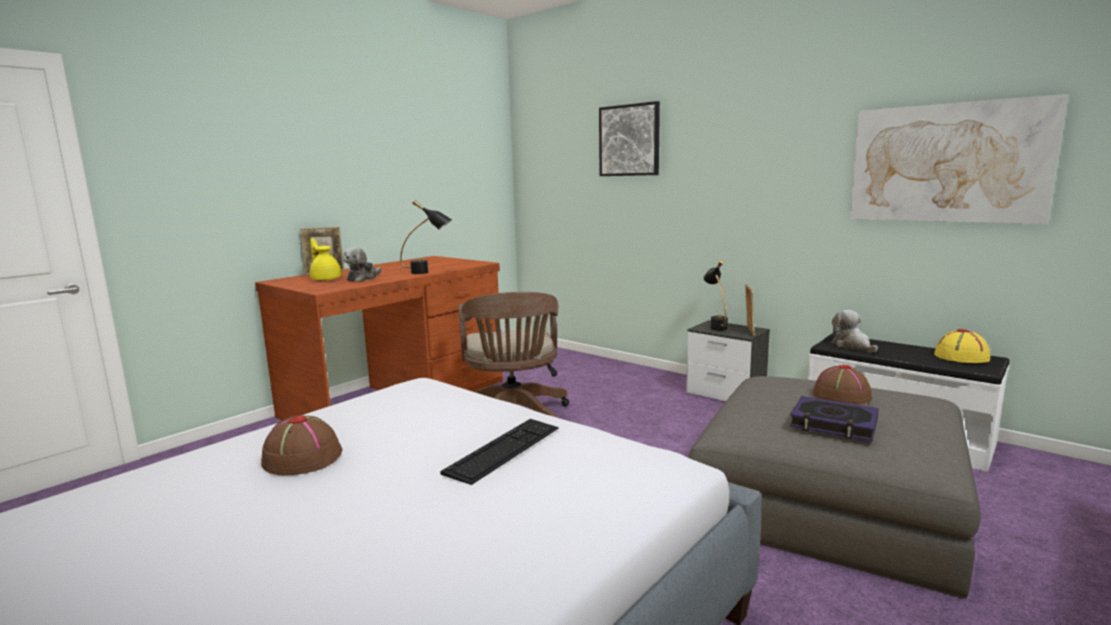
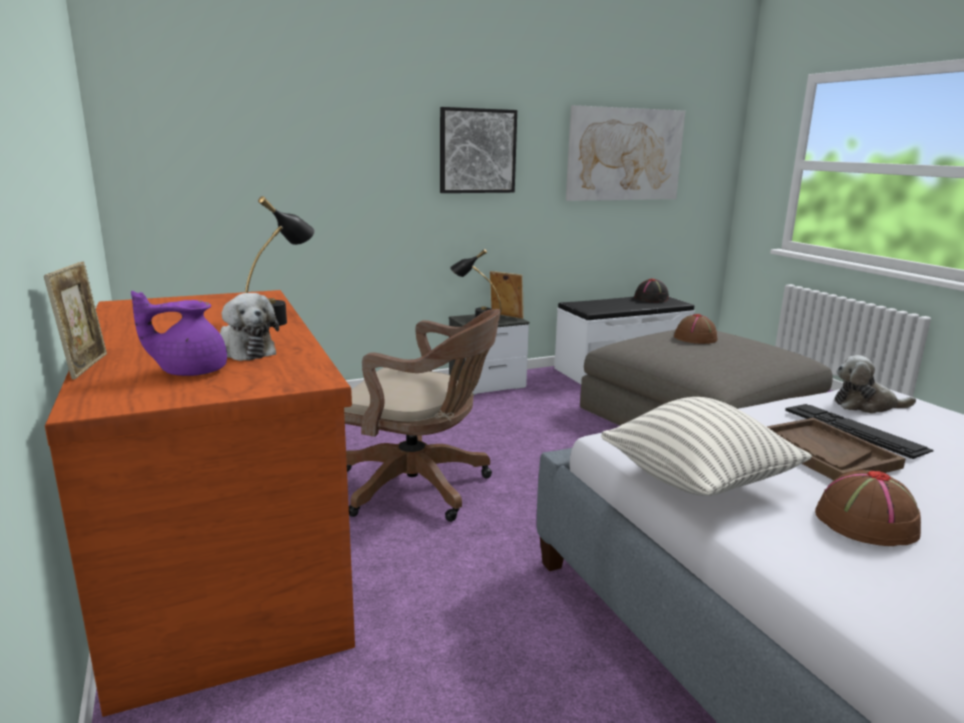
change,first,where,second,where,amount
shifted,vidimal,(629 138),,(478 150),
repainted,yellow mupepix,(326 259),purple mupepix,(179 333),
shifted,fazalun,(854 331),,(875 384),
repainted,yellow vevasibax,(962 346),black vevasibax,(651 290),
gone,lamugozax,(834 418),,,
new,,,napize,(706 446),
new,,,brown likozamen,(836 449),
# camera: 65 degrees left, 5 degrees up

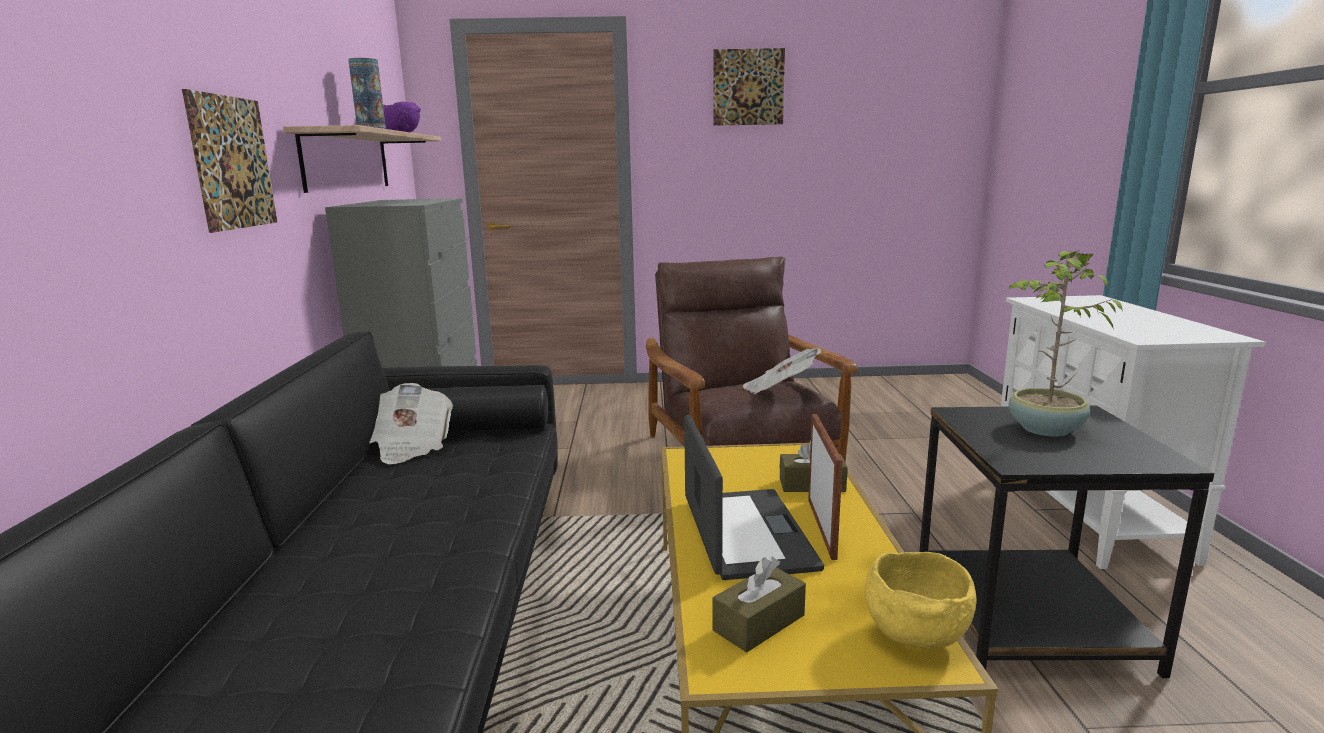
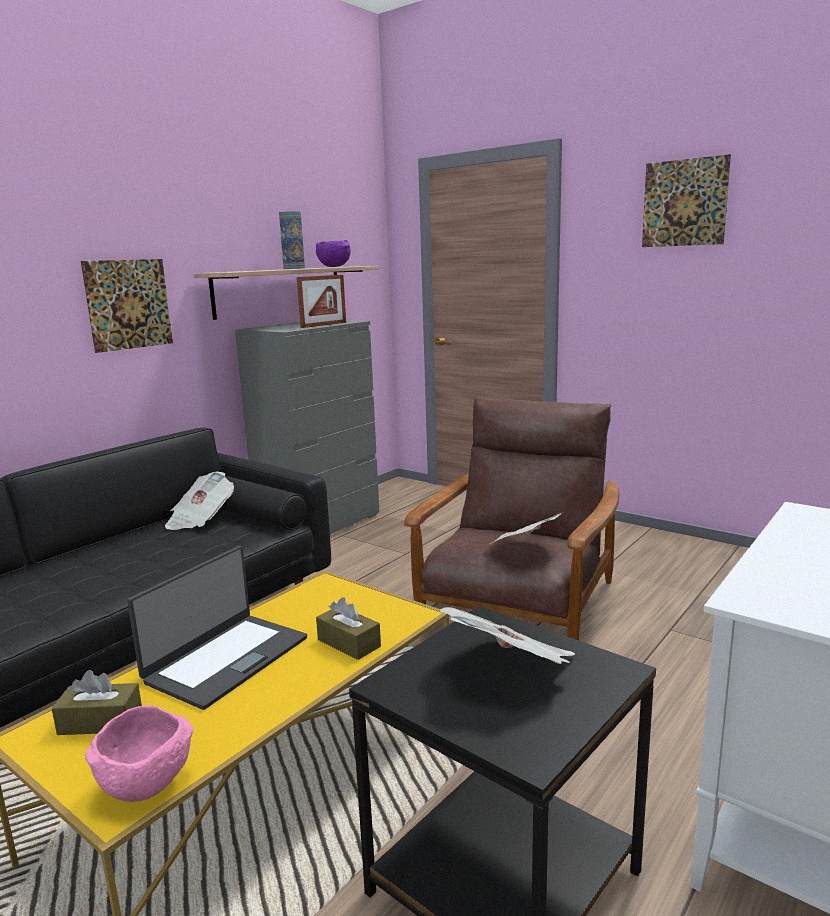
change,first,where,second,where,amount
swapped,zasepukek,(1065 343),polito,(507 635),
shifted,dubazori,(825 487),,(321 301),
repainted,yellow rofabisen,(921 600),pink rofabisen,(139 753),
# camera: 40 degrees right, 0 degrees up

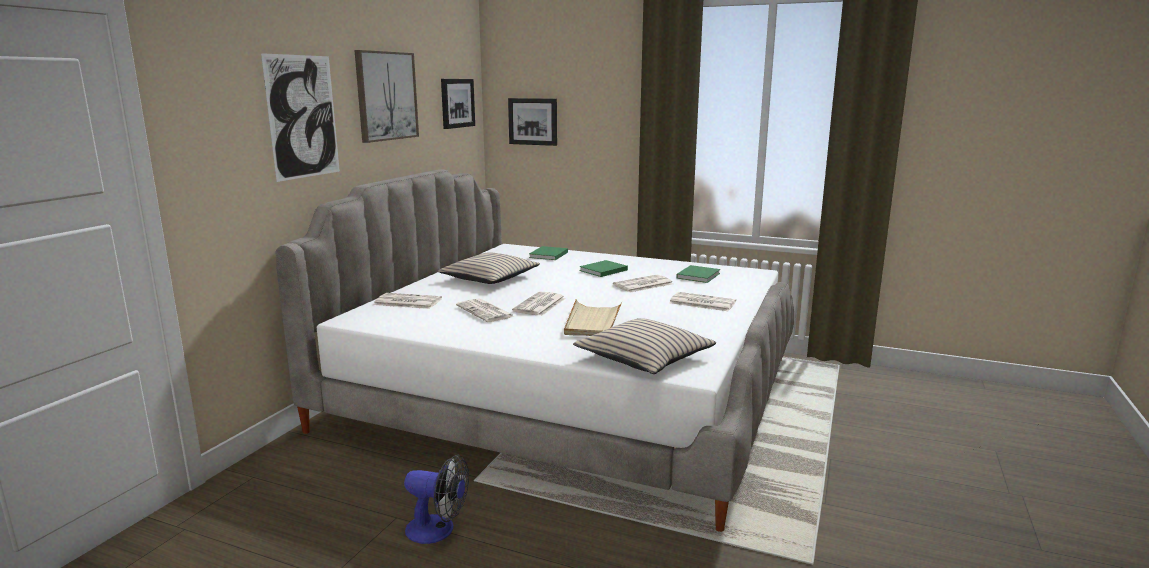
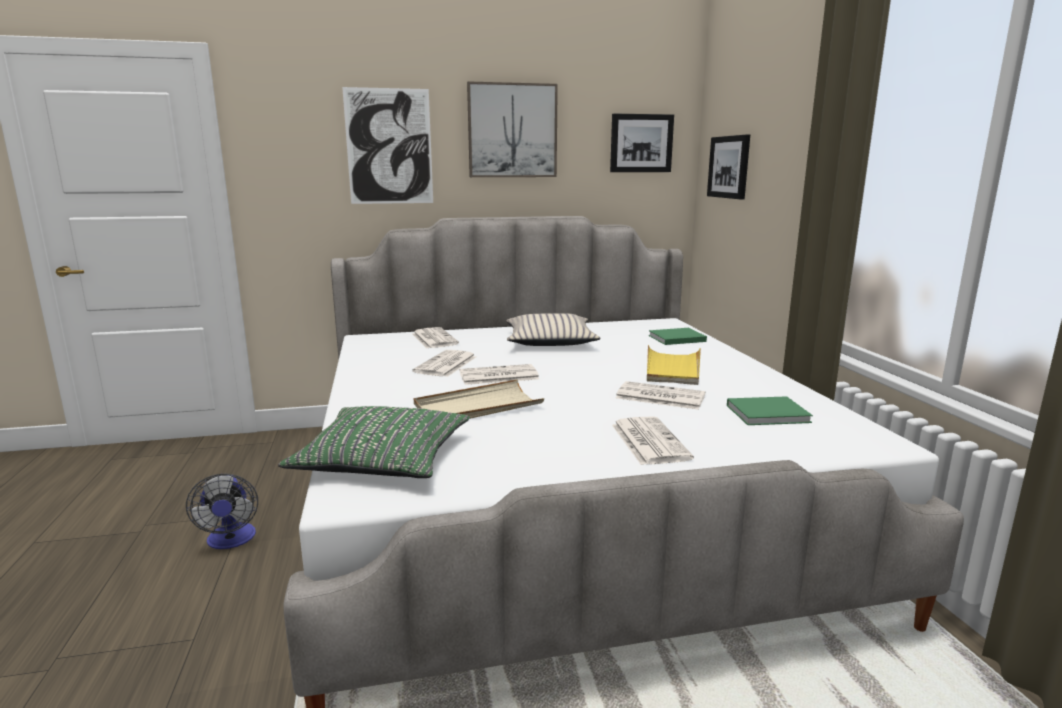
change,first,where,second,where,amount
swapped,green lamugozax,(603 268),yellow likozamen,(674 365),
repainted,beige napize,(644 346),green napize,(374 442),
# camera: 55 degrees right, 0 degrees up

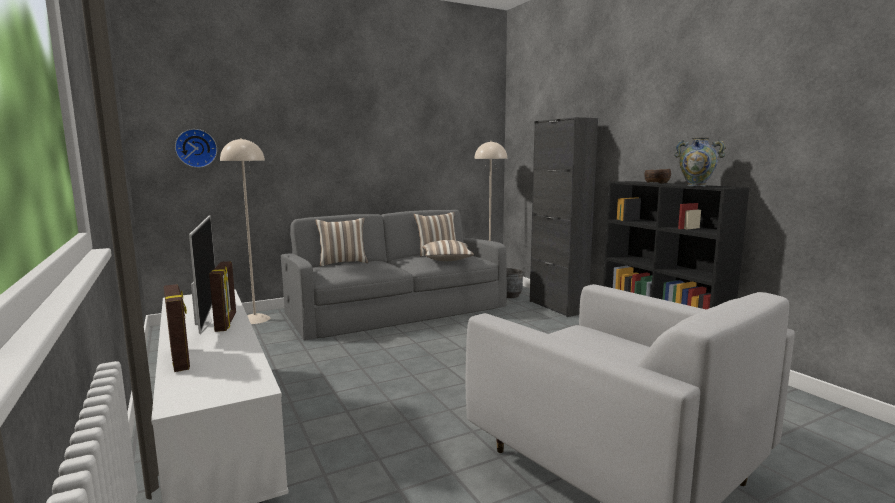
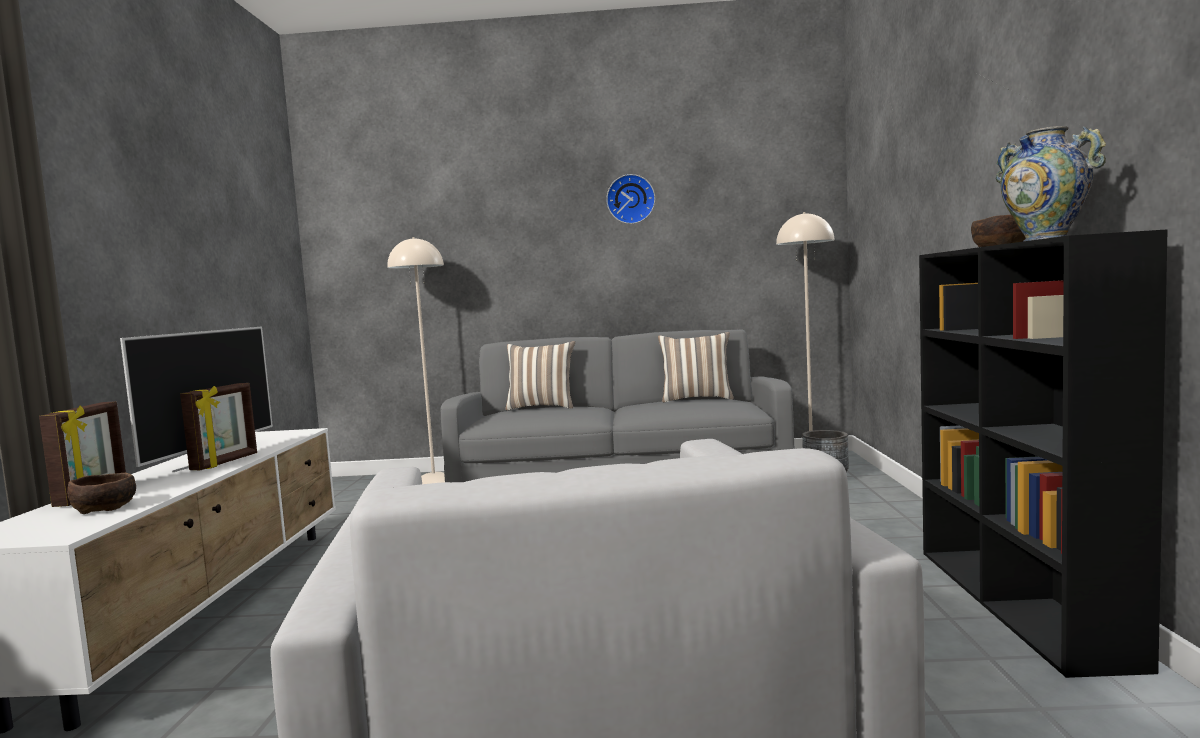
change,first,where,second,where,amount
gone,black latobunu,(564 217),,,
shifted,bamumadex,(196 148),,(630 199),
gone,napize,(448 250),,,
new,,,brown rofabisen,(101 493),
# camera: 30 degrees right, 5 degrees down

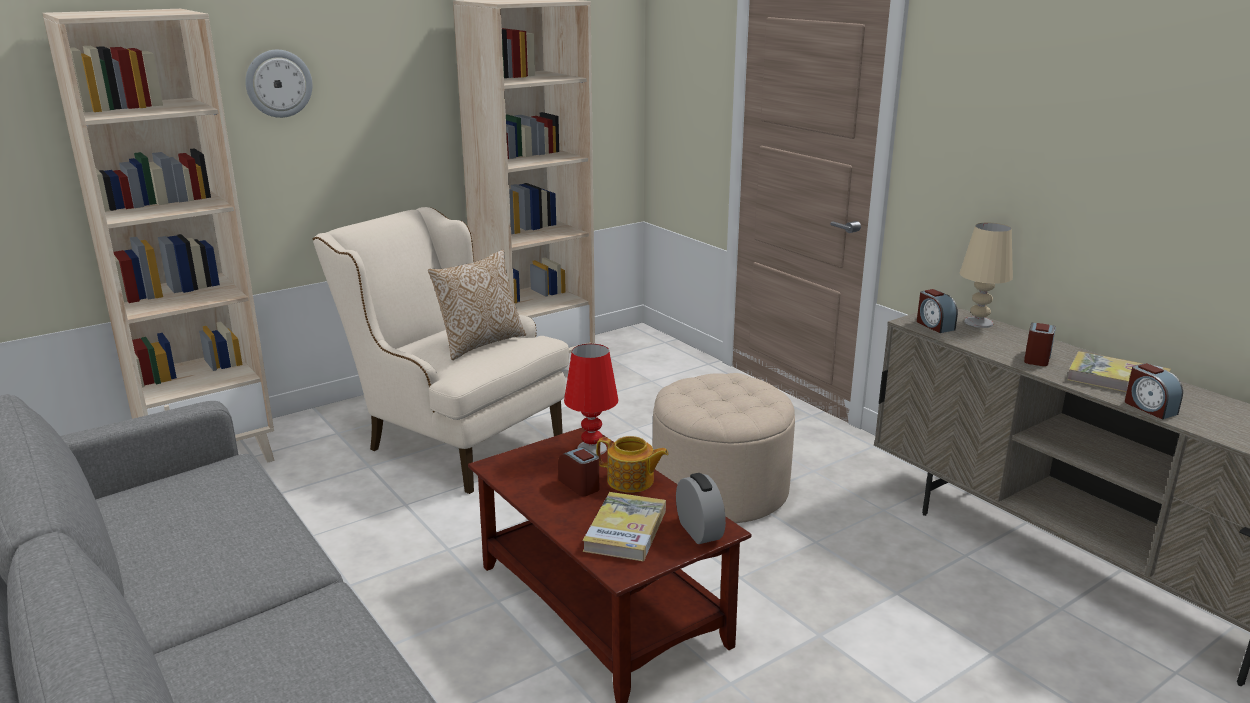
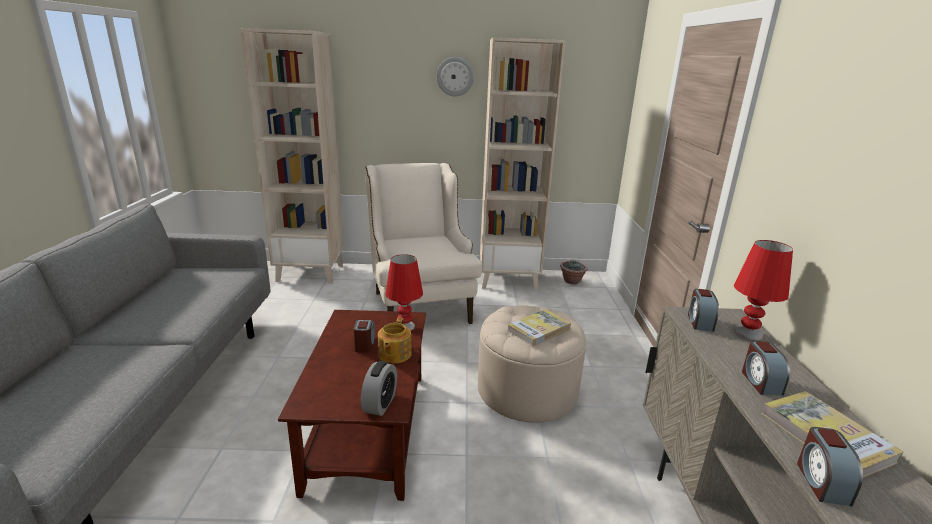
change,first,where,second,where,amount
shifted,bamumadex,(279 84),,(455 77),
repainted,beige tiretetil,(986 275),red tiretetil,(763 290),
gone,napize,(477 305),,,
rotated,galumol,(1040 344),,(766 368),120 degrees clockwise
rotated,mupepix,(632 464),,(395 340),45 degrees clockwise
shifted,lamugozax,(624 526),,(539 327),
new,,,zasepukek,(574 272),
# camera: 35 degrees right, 0 degrees up

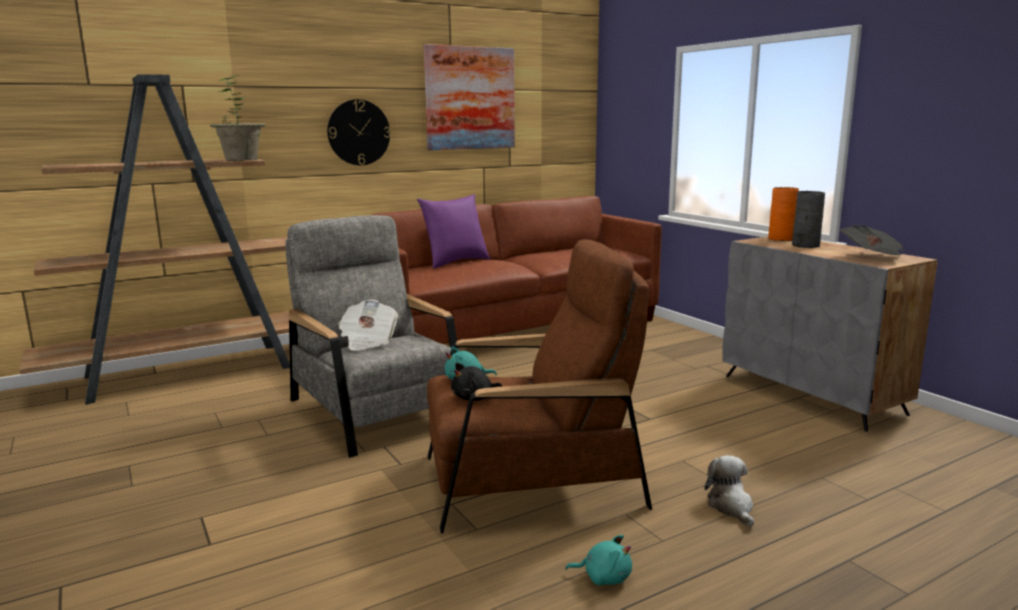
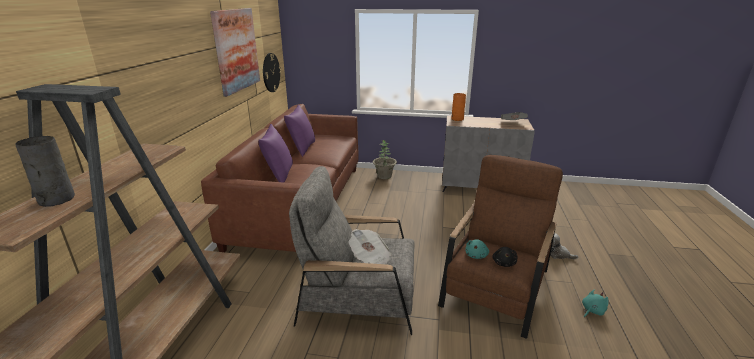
change,first,where,second,where,amount
shifted,zasepukek,(237 118),,(385 159),
shifted,bamumadex,(359 132),,(272 72),
shifted,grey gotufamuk,(808 219),,(45 171),
new,,,purple napize,(299 131),
# camera: 50 degrees left, 10 degrees up

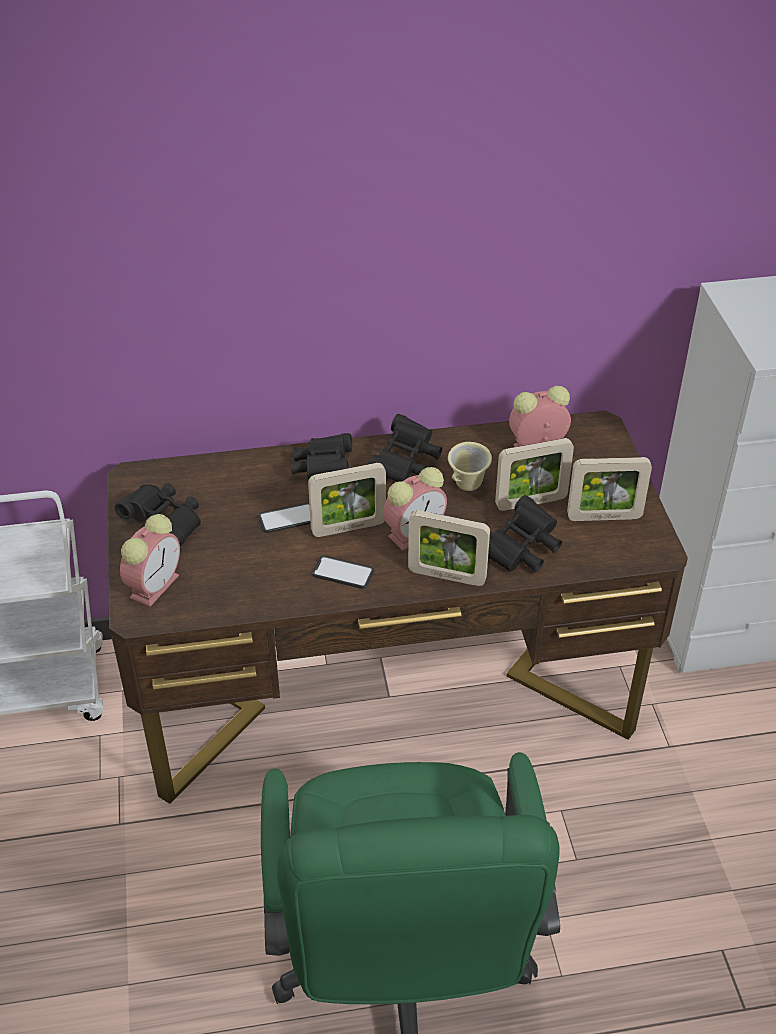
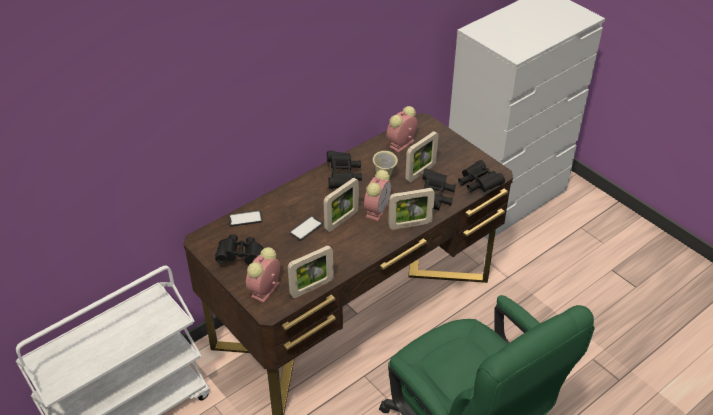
change,first,where,second,where,amount
shifted,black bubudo,(321 456),,(481 176),
shifted,dubazori,(609 489),,(311 271),
rotated,galumol,(150 560),,(263 275),150 degrees counterclockwise
shifted,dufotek,(343 572),,(245 218),
# camera: 30 degrees left, 0 degrees up

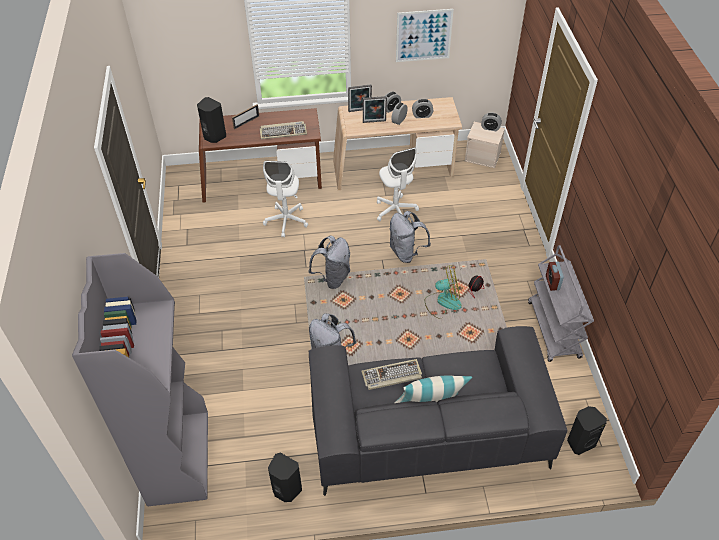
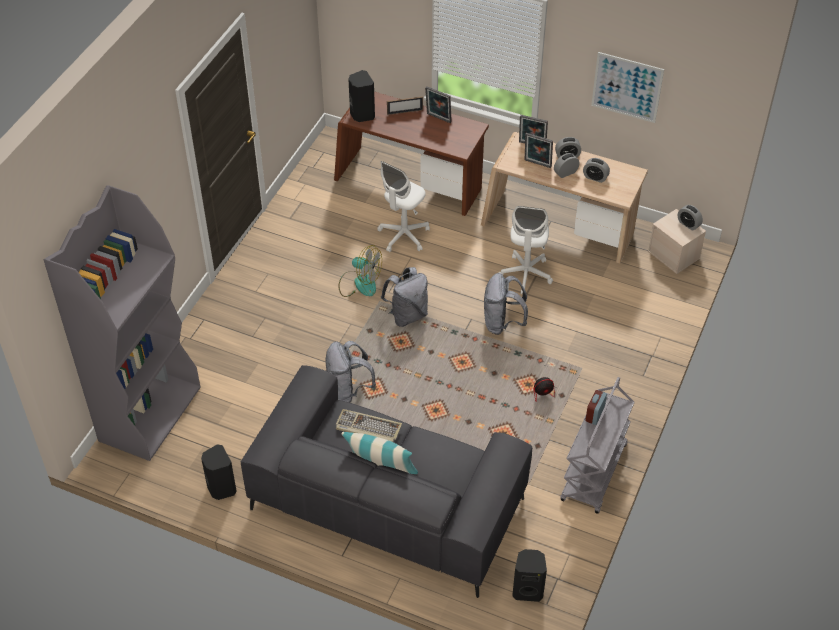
change,first,where,second,where,amount
gone,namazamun,(283 130),,,
shifted,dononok,(443 292),,(360 271),
new,,,dubazori,(438 104),
# camera: 30 degrees right, 0 degrees up

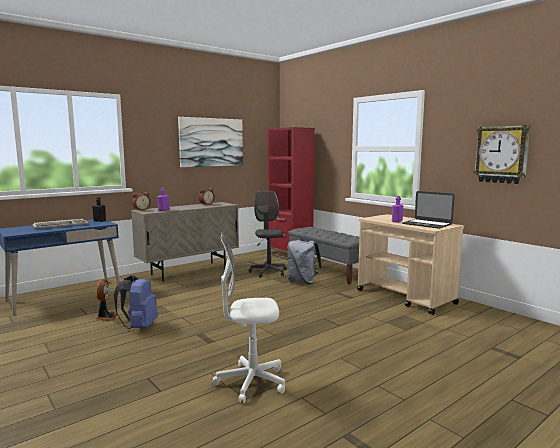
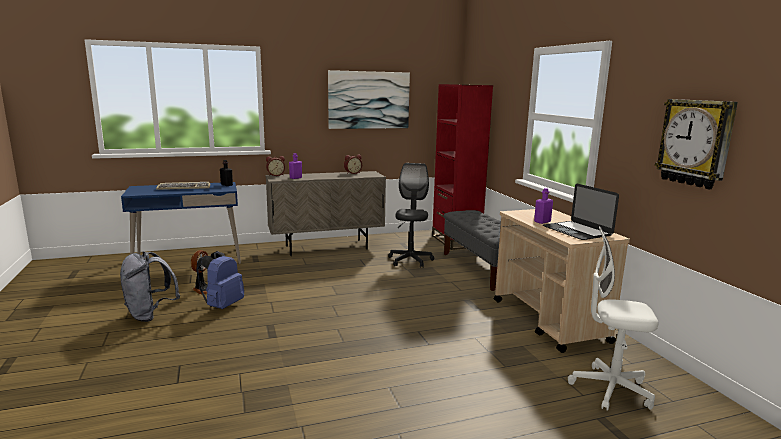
change,first,where,second,where,amount
shifted,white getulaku,(249 317),,(613 318),
shifted,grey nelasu,(304 261),,(150 287),
# camera: 20 degrees right, 5 degrees up

